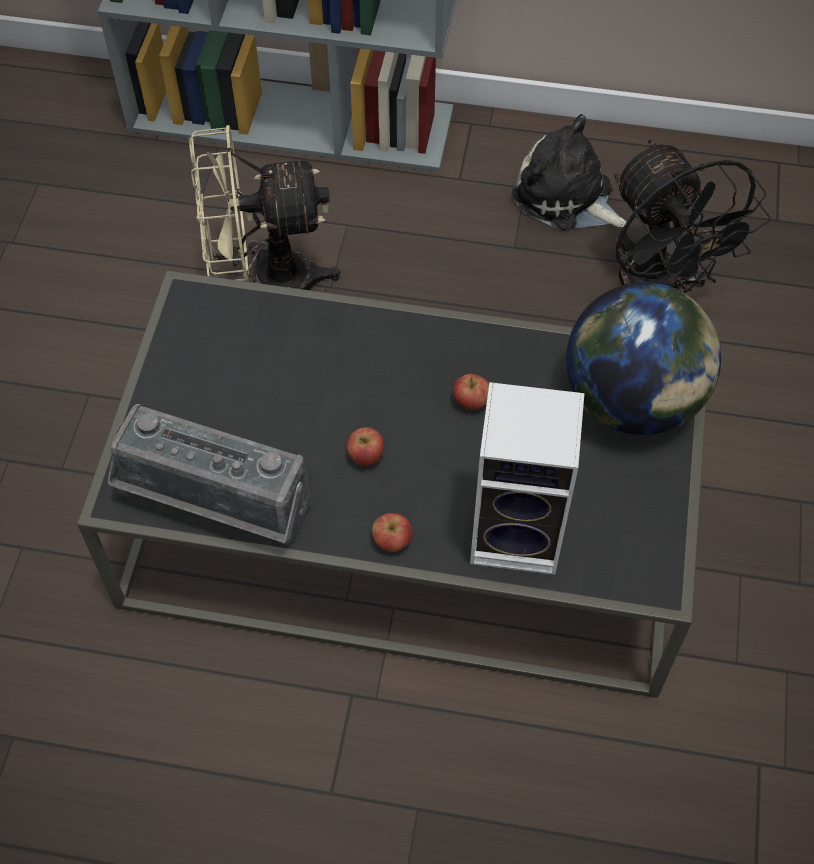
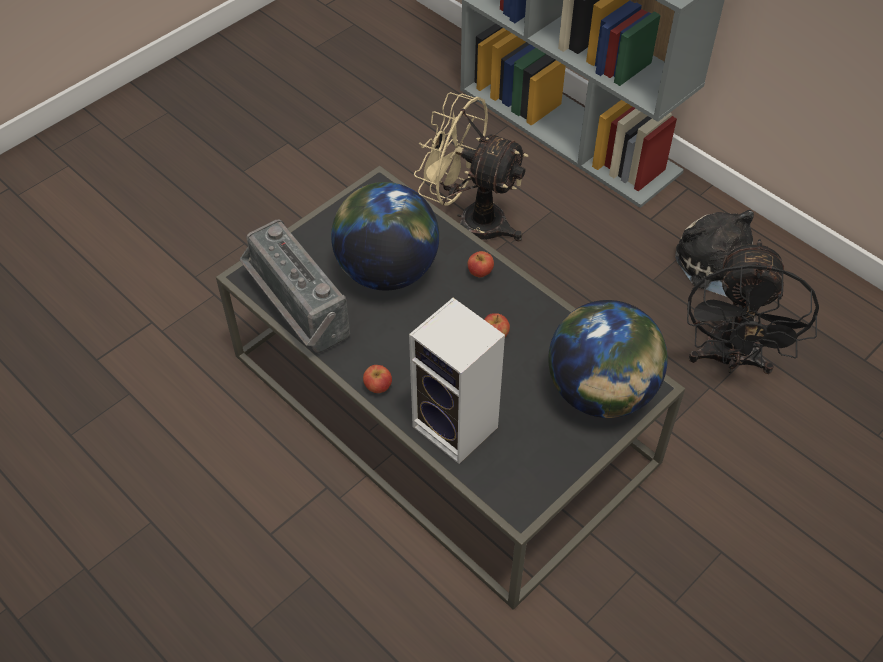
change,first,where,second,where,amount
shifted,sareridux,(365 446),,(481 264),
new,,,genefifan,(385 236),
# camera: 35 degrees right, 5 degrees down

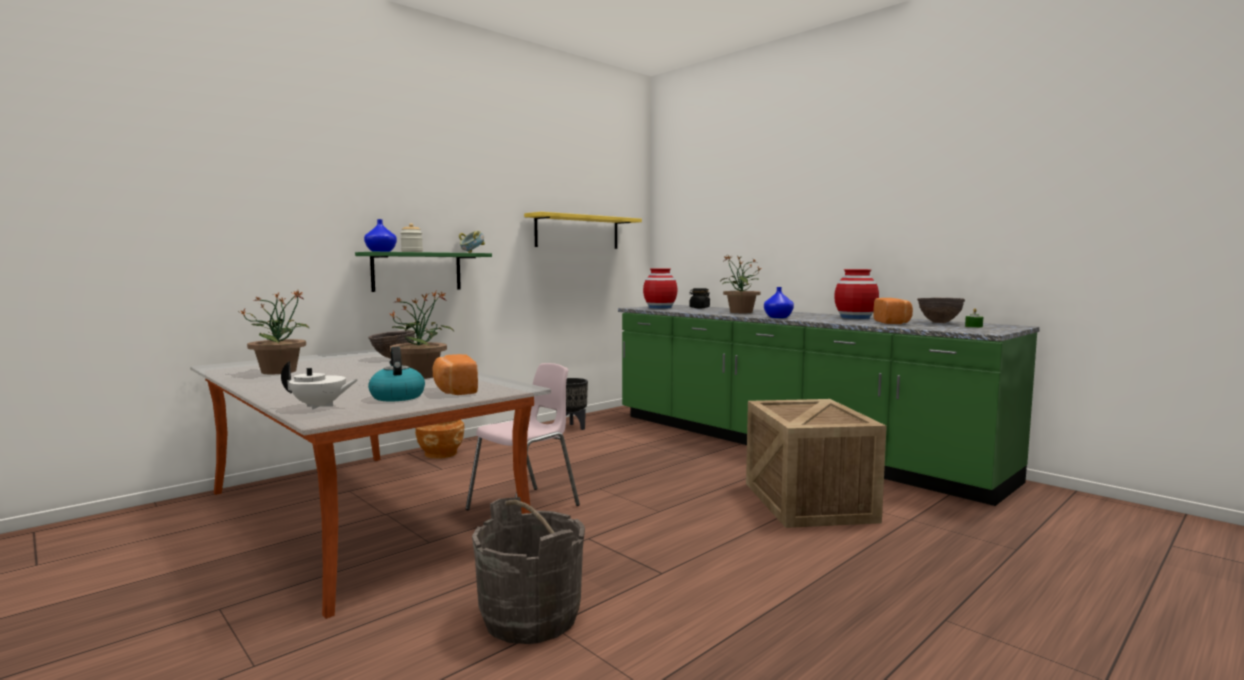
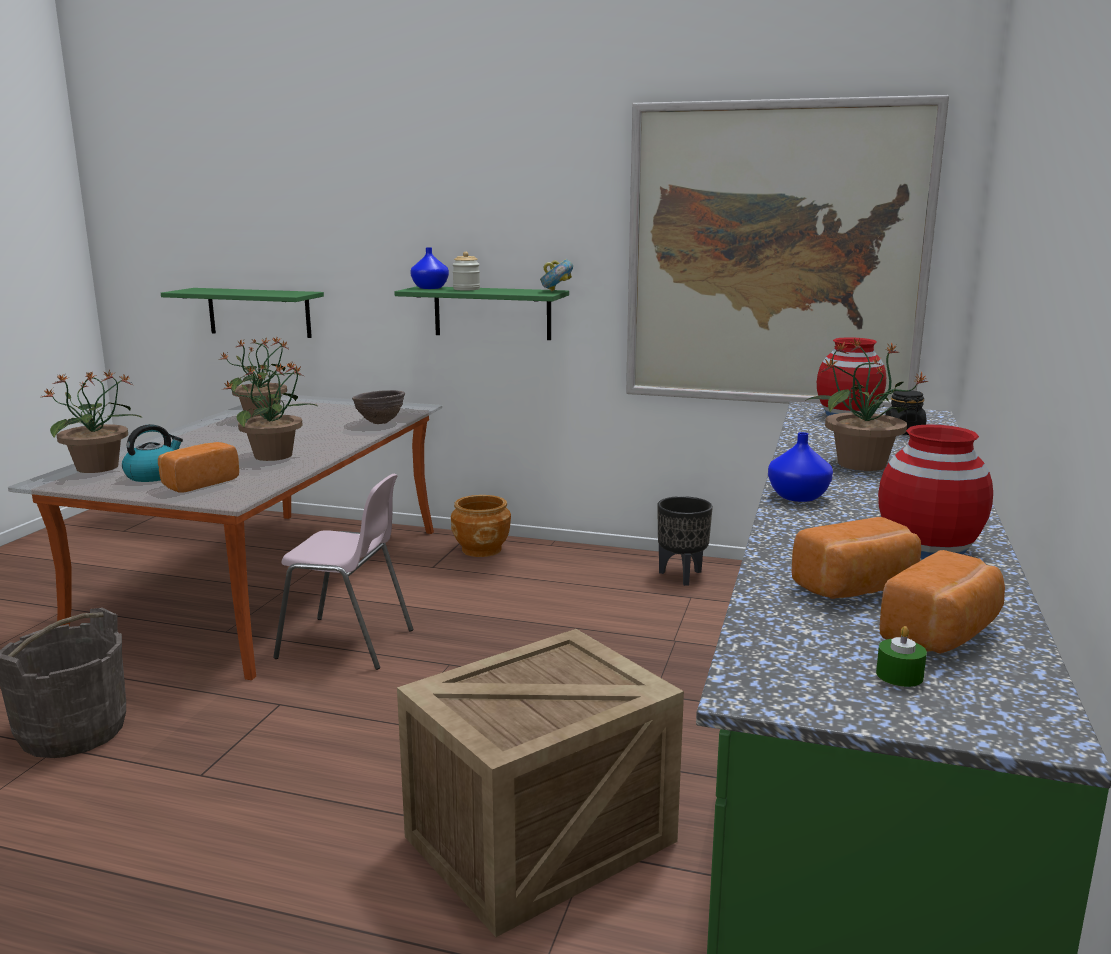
change,first,where,second,where,amount
swapped,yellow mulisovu,(583 230),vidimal,(787 251),
swapped,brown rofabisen,(941 310),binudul,(942 602),
swapped,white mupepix,(319 385),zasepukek,(92 421),
new,,,green mulisovu,(242 313),
# camera: 60 degrees right, 10 degrees up

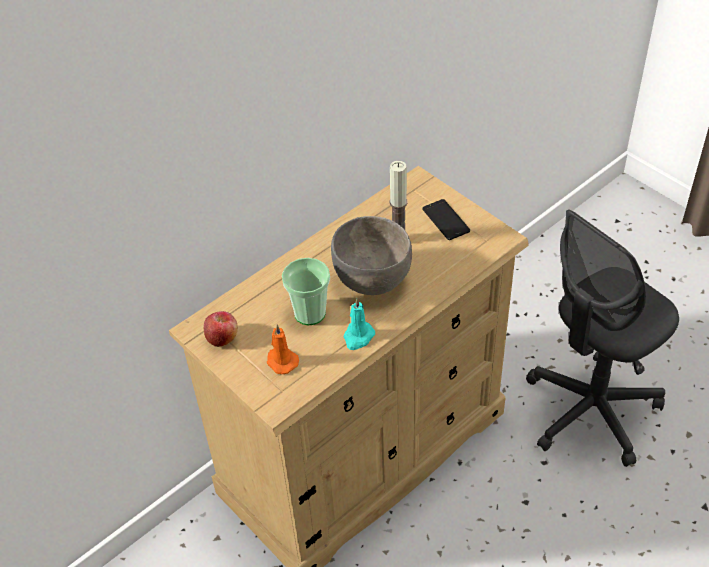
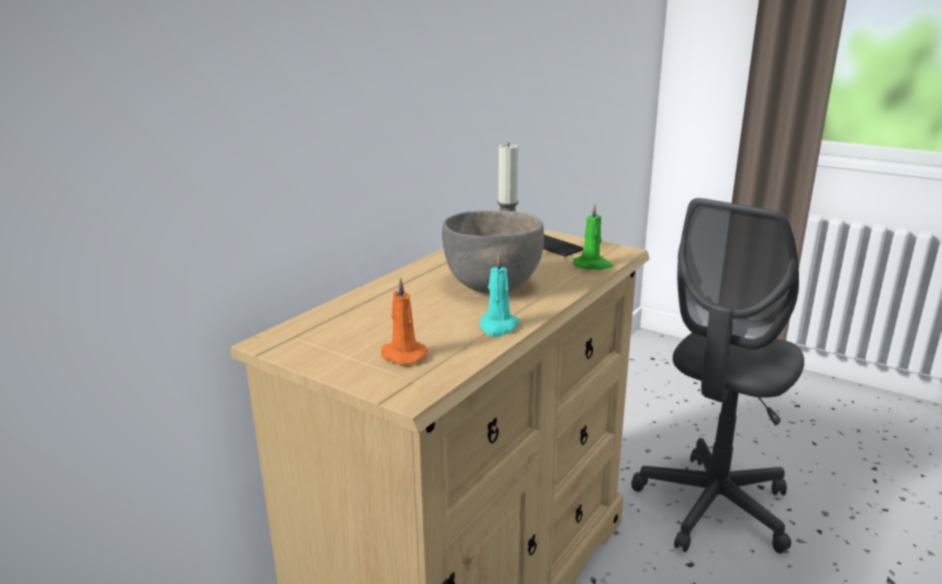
change,first,where,second,where,amount
gone,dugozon,(306 291),,,
gone,sareridux,(220 329),,,
new,,,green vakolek,(593 237),
# camera: 15 degrees left, 25 degrees down

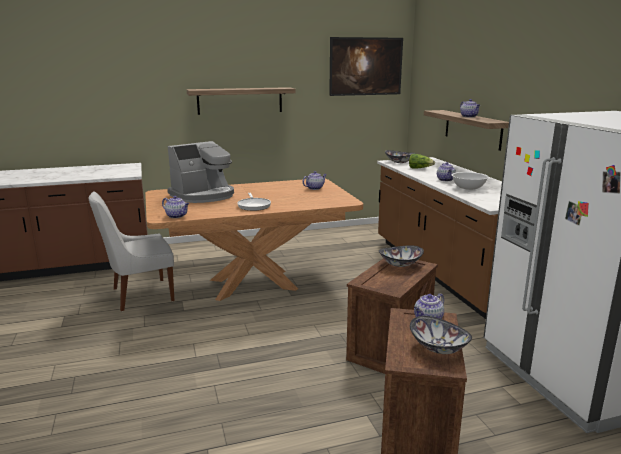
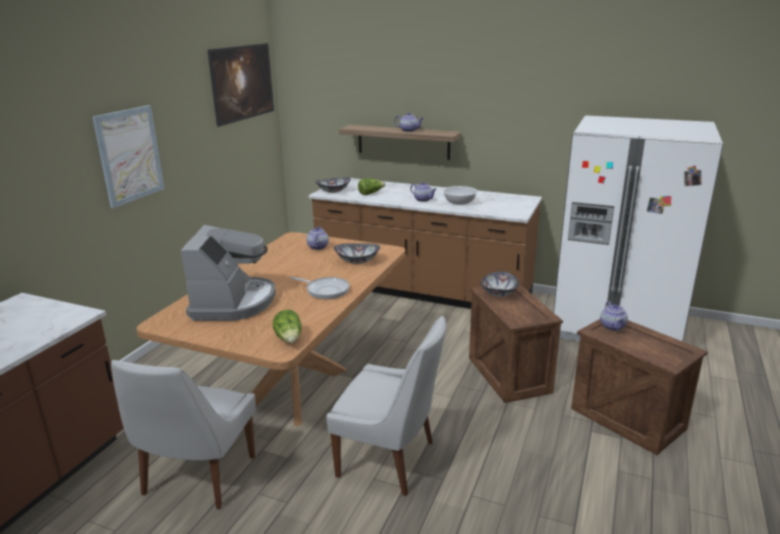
change,first,where,second,where,amount
swapped,mulisovu,(241 101),vidimal,(128 156),
swapped,mupepix,(175 207),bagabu,(287 326),
shifted,rofabisen,(441 335),,(357 253),
new,,,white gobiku,(386 406),
# camera: 50 degrees left, 5 degrees up

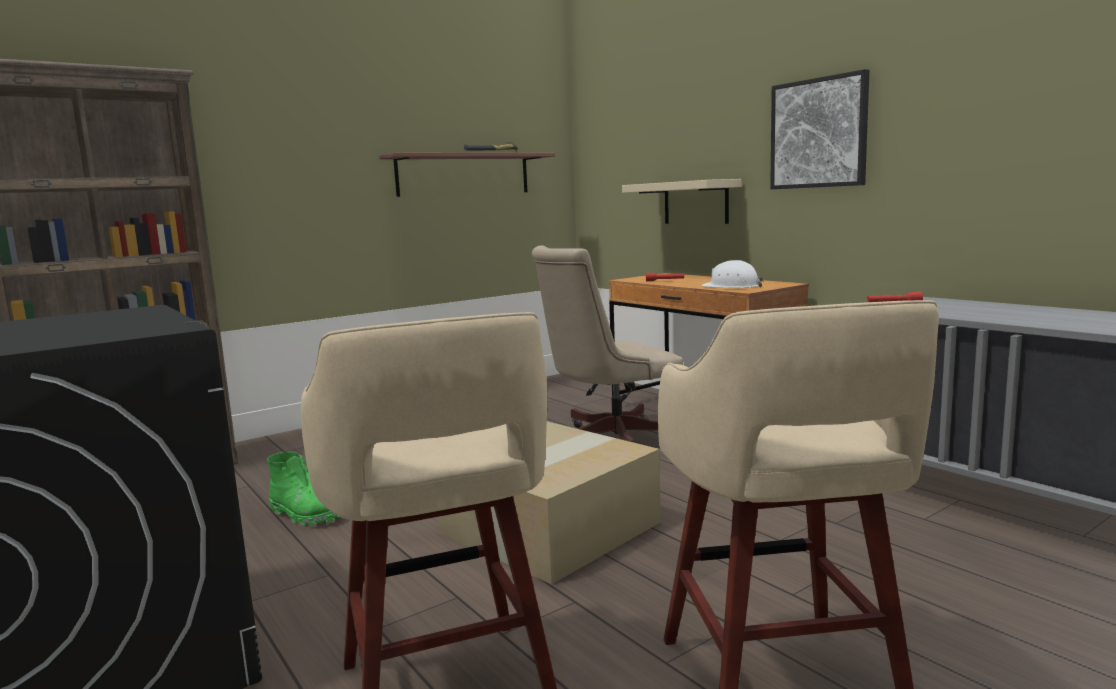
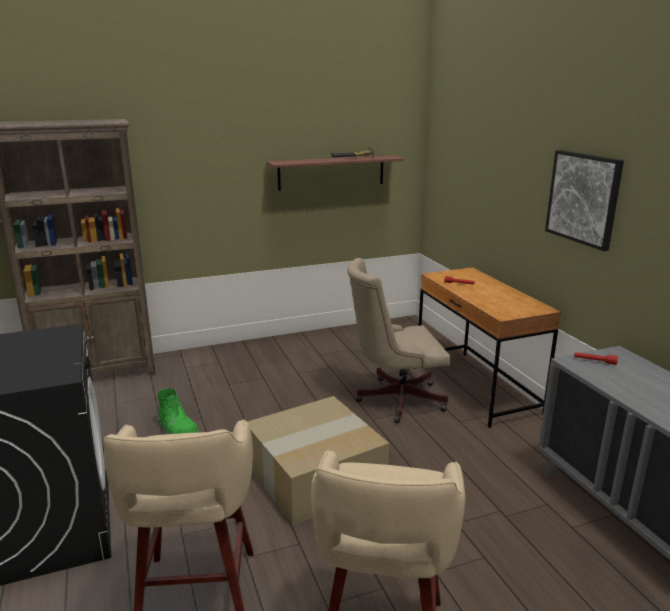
change,first,where,second,where,amount
gone,beige mulisovu,(681 201),,,
gone,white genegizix,(732 274),,,
# camera: 15 degrees right, 10 degrees up

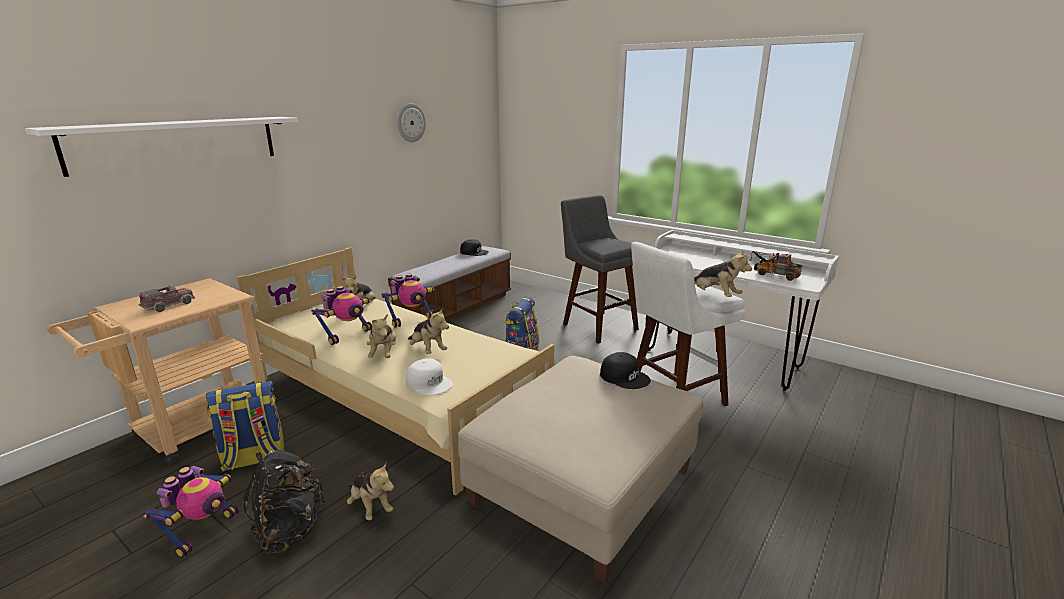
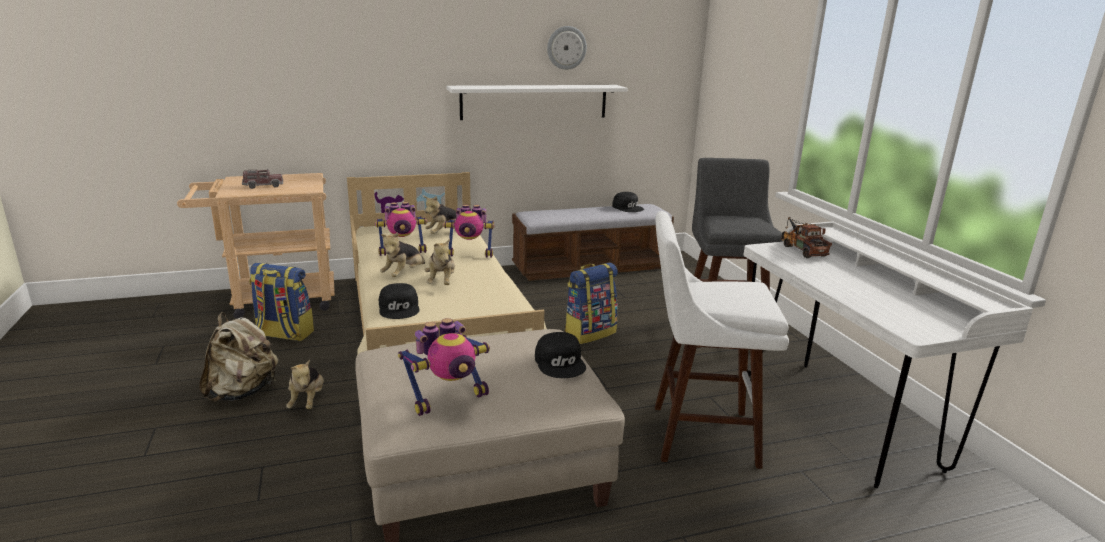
change,first,where,second,where,amount
shifted,white mulisovu,(161 147),,(537 102),
gone,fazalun,(723 273),,,
shifted,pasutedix,(776 266),,(806 237),
repainted,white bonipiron,(429 376),black bonipiron,(399 301),
repainted,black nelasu,(284 501),beige nelasu,(238 357),
shifted,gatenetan,(191 511),,(444 367),
# camera: 35 degrees right, 0 degrees up

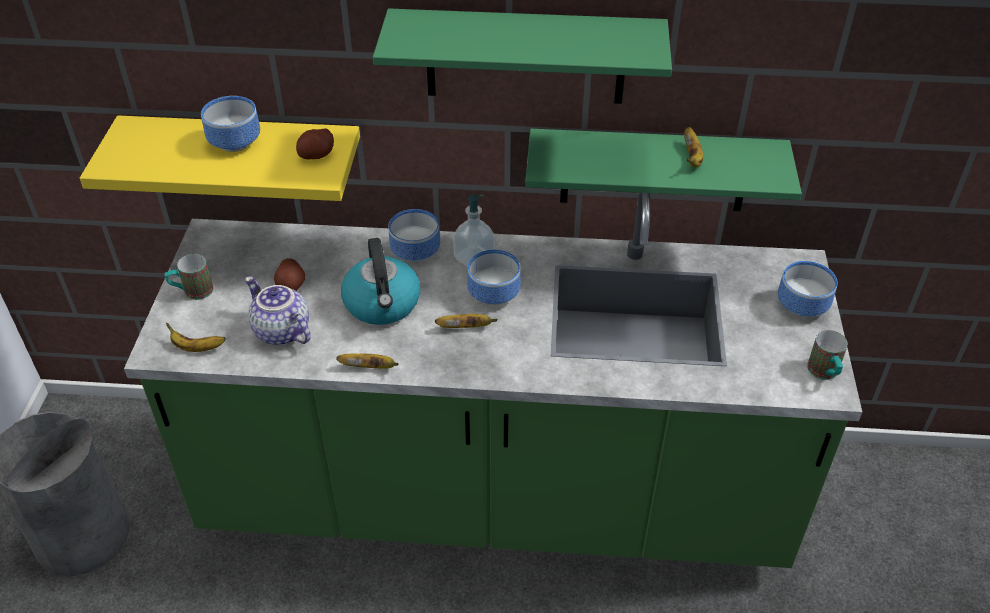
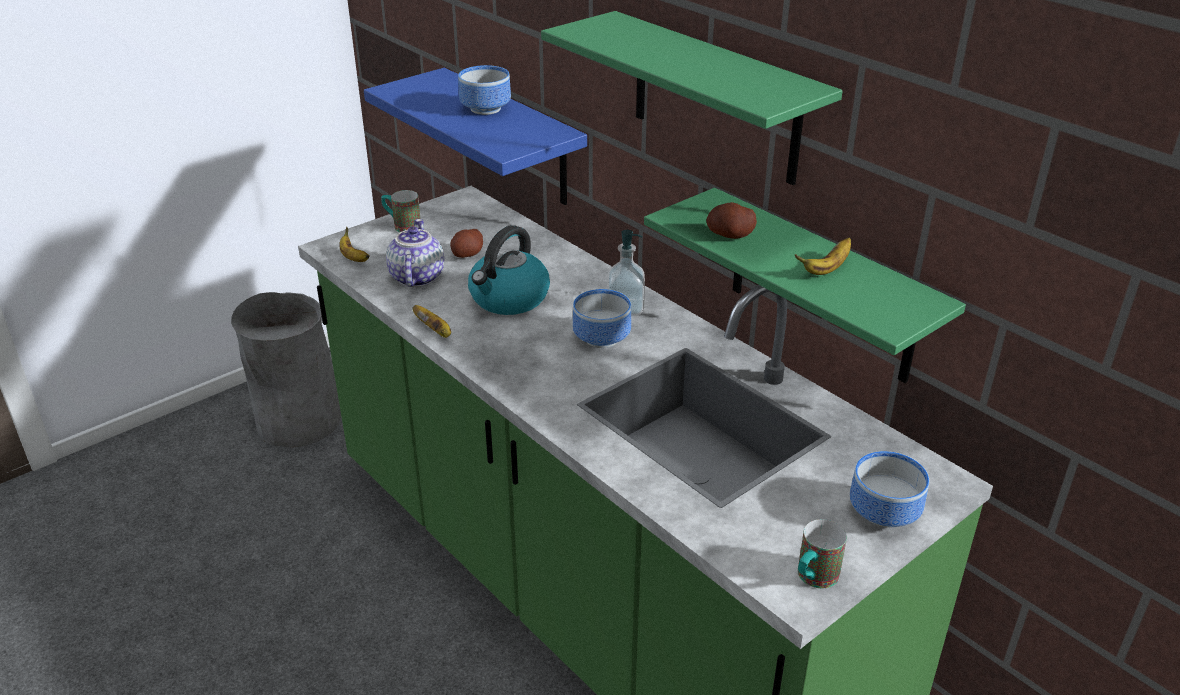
change,first,where,second,where,amount
repainted,yellow mulisovu,(220 158),blue mulisovu,(475 136),
shifted,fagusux,(315 144),,(731 220),
gone,rofabisen,(414 235),,,
gone,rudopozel,(466 321),,,
# camera: 45 degrees right, 10 degrees down

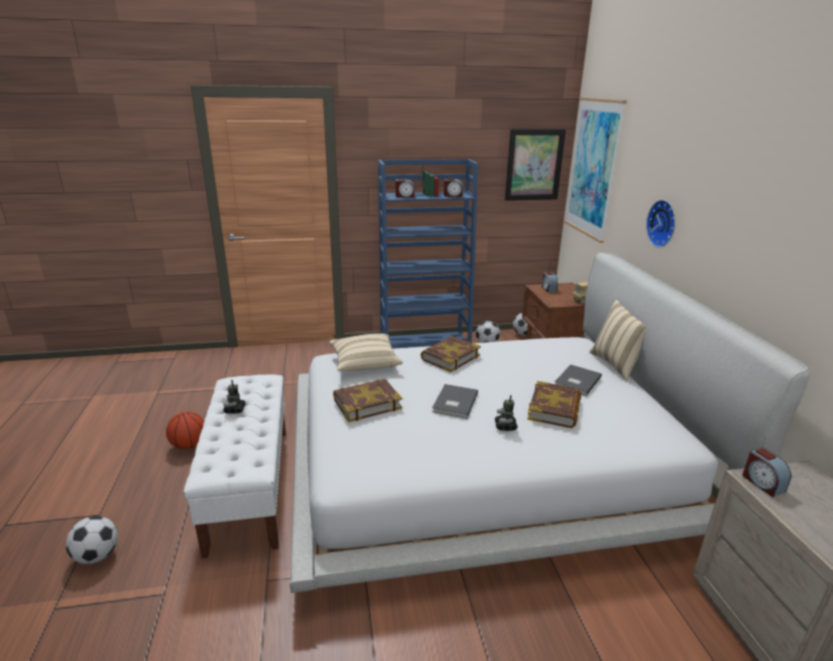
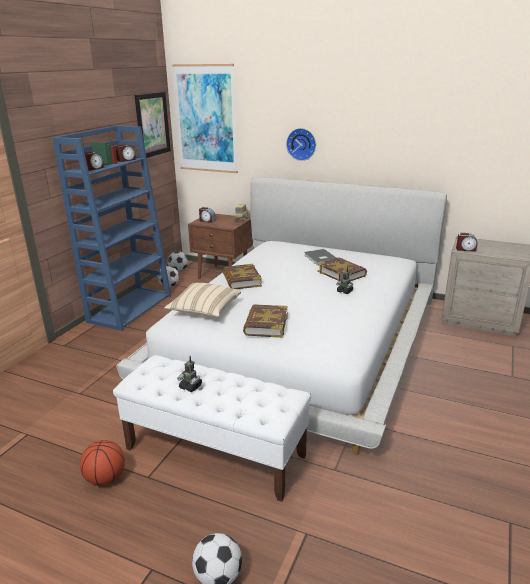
change,first,where,second,where,amount
gone,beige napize,(617 340),,,
gone,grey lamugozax,(455 401),,,
# camera: 55 degrees left, 0 degrees up

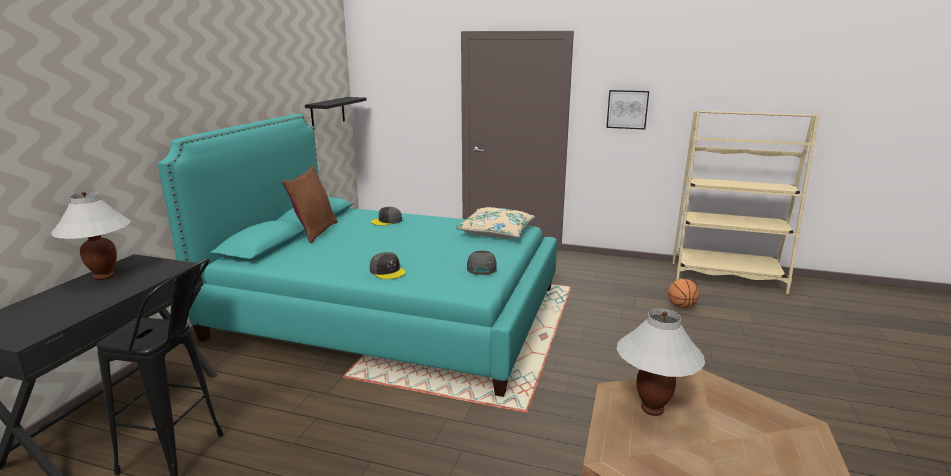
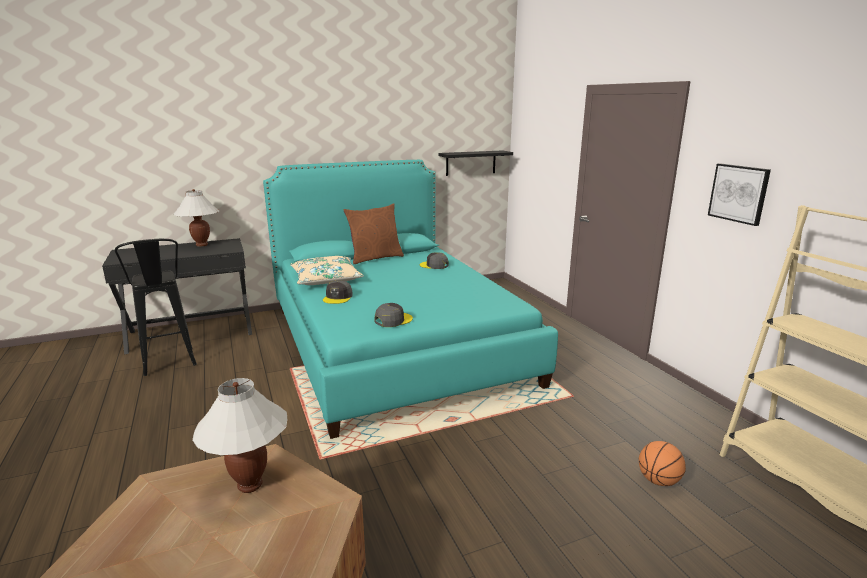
change,first,where,second,where,amount
shifted,beige napize,(495 223),,(327 270),
# camera: 50 degrees right, 0 degrees up

